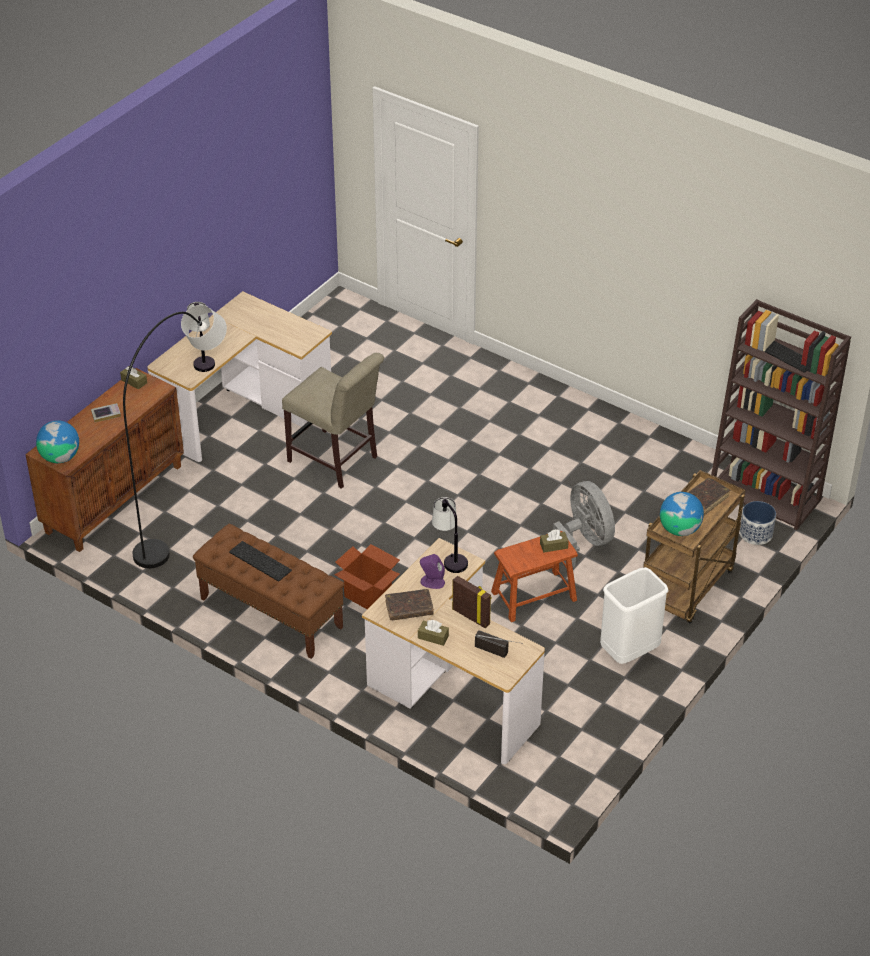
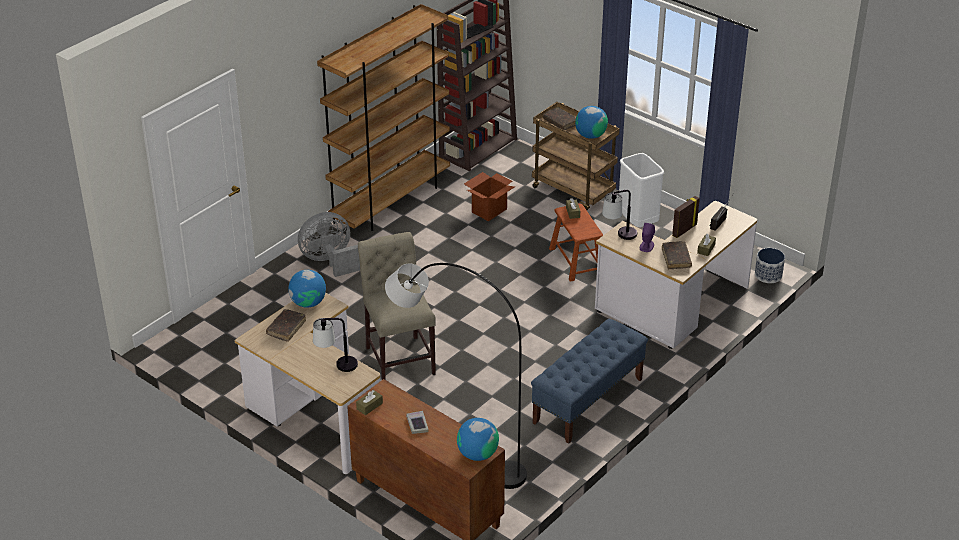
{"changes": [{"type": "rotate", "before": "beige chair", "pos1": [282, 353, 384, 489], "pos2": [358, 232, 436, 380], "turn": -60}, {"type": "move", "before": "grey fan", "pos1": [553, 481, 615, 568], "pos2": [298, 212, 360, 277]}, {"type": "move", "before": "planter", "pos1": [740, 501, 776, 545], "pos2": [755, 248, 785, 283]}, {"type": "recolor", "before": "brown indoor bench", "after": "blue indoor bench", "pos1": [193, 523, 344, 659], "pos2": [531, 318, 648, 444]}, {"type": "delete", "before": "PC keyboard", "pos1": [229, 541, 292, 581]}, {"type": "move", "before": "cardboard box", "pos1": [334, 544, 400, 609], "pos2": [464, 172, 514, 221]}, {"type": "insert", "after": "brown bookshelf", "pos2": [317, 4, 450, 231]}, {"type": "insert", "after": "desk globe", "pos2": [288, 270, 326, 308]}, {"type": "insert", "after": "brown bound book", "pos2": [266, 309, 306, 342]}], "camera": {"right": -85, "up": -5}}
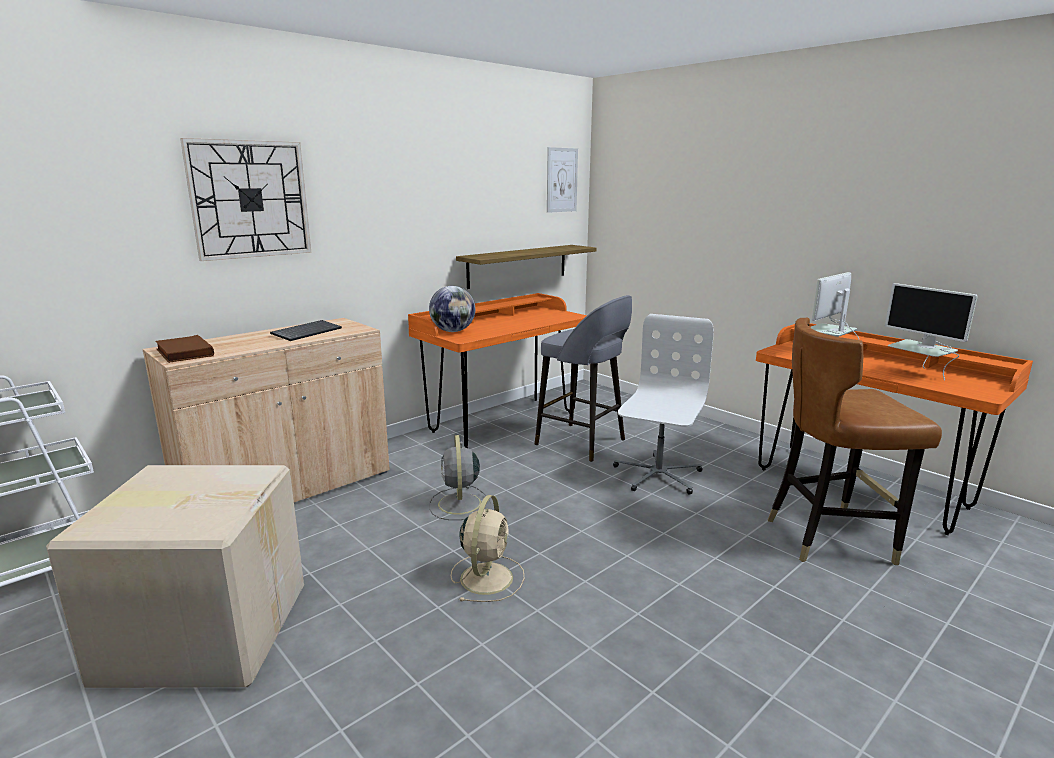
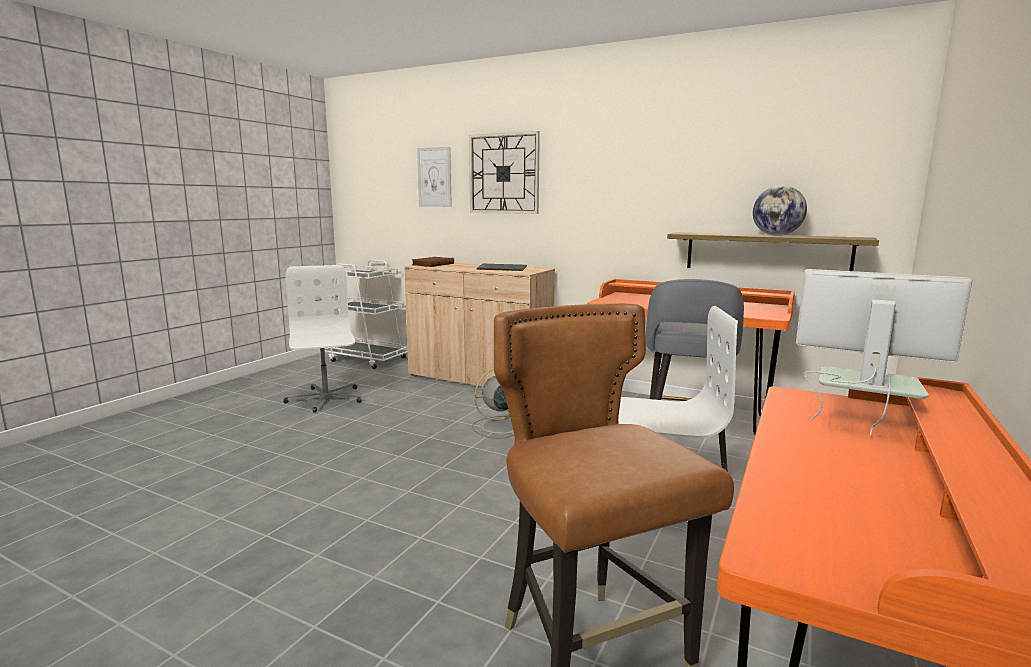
{"changes": [{"type": "move", "before": "wall art", "pos1": [547, 147, 578, 213], "pos2": [417, 147, 452, 207]}, {"type": "delete", "before": "computer screen", "pos1": [885, 283, 978, 380]}, {"type": "move", "before": "desk globe", "pos1": [429, 286, 475, 332], "pos2": [753, 185, 807, 236]}, {"type": "replace", "before": "cardboard box", "after": "white desk chair", "pos1": [46, 465, 304, 688], "pos2": [283, 265, 362, 412]}, {"type": "delete", "before": "beige fan", "pos1": [451, 495, 525, 602]}], "camera": {"right": 70, "up": -5}}
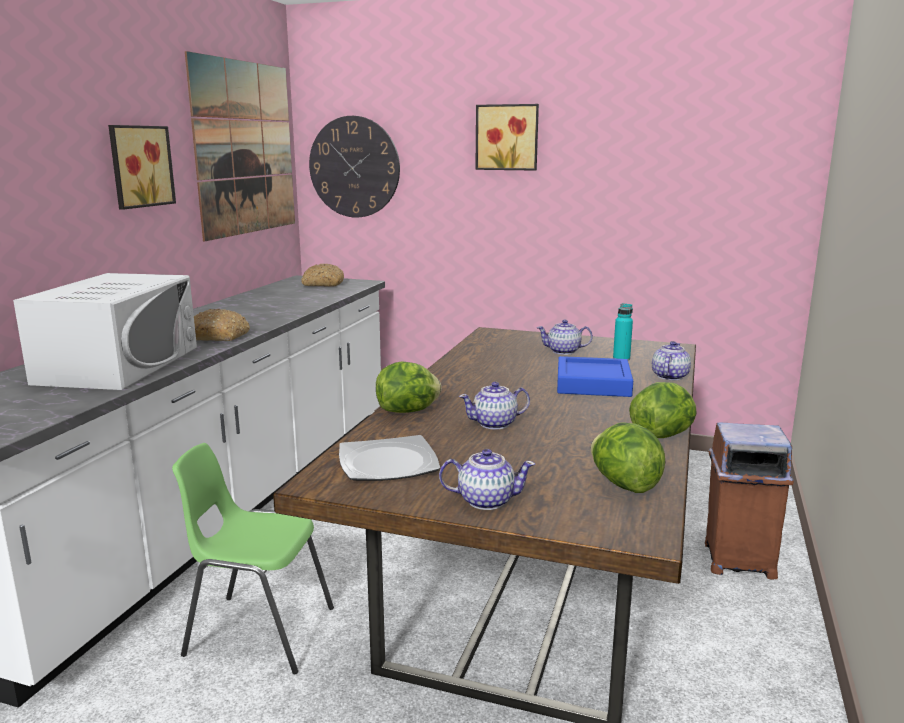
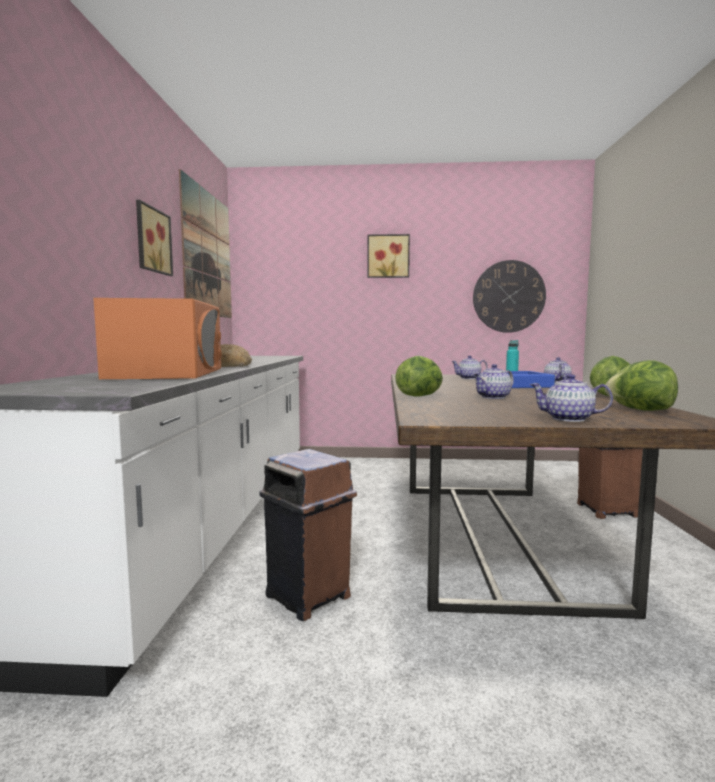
{"changes": [{"type": "move", "before": "wall clock", "pos1": [309, 116, 400, 218], "pos2": [473, 260, 546, 333]}, {"type": "delete", "before": "baked bread", "pos1": [301, 264, 344, 287]}, {"type": "recolor", "before": "white kitchen microwave", "after": "orange kitchen microwave", "pos1": [13, 273, 197, 390], "pos2": [93, 298, 222, 379]}, {"type": "delete", "before": "plate", "pos1": [339, 435, 440, 481]}, {"type": "replace", "before": "green chair", "after": "brown rubbish bin", "pos1": [172, 443, 334, 674], "pos2": [260, 449, 357, 621]}, {"type": "rotate", "before": "pot for tea", "pos1": [439, 449, 535, 510], "pos2": [529, 374, 613, 422], "turn": -150}], "camera": {"right": -15, "up": -10}}
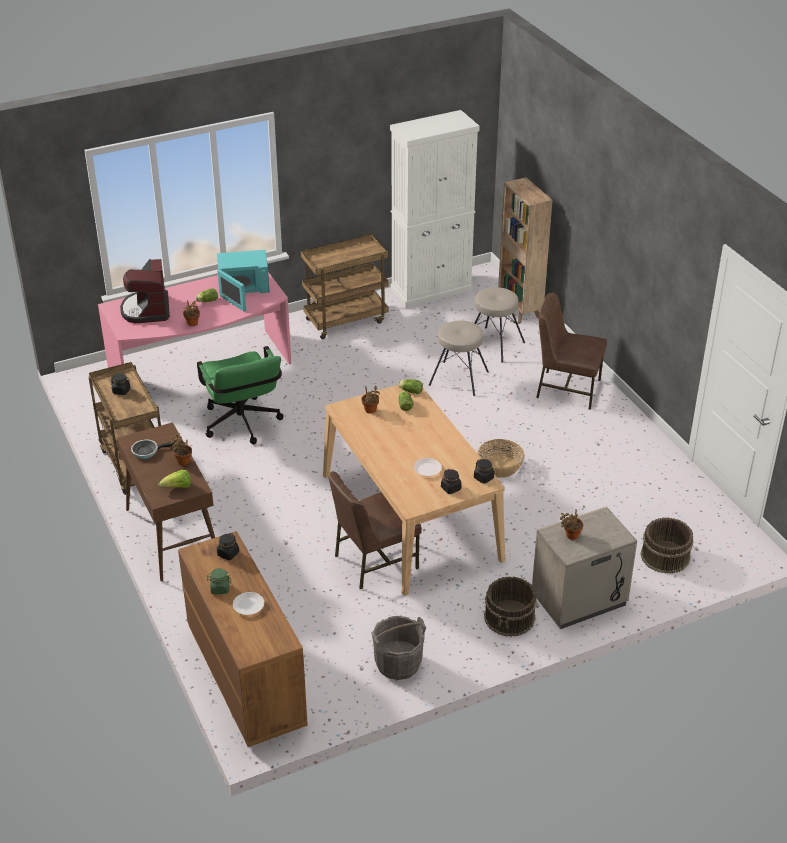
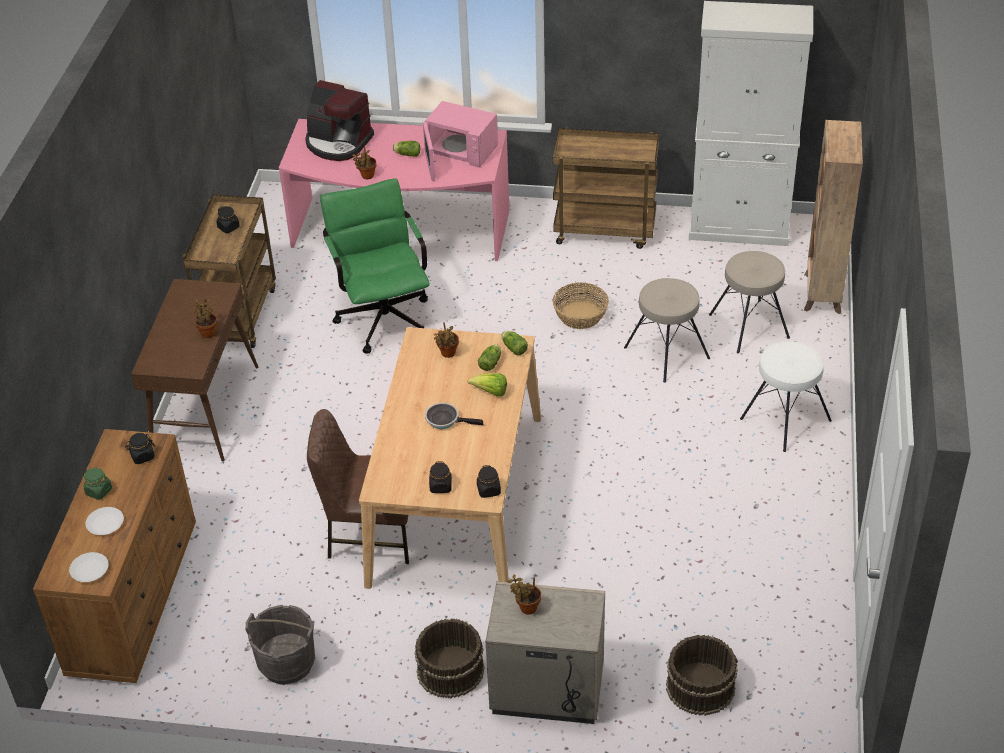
{"changes": [{"type": "recolor", "before": "turquoise kitchen microwave", "after": "pink-coloured kitchen microwave", "pos1": [217, 250, 270, 312], "pos2": [423, 101, 498, 181]}, {"type": "rotate", "before": "coffee maker", "pos1": [120, 259, 170, 323], "pos2": [305, 80, 374, 161], "turn": -90}, {"type": "replace", "before": "brown chair", "after": "white stool seat", "pos1": [536, 293, 607, 410], "pos2": [740, 341, 832, 452]}, {"type": "rotate", "before": "green desk chair", "pos1": [197, 346, 284, 444], "pos2": [320, 178, 430, 354], "turn": 150}, {"type": "move", "before": "storage basket", "pos1": [477, 439, 525, 478], "pos2": [553, 283, 609, 329]}, {"type": "move", "before": "frying pan", "pos1": [131, 440, 177, 459], "pos2": [425, 403, 484, 429]}, {"type": "move", "before": "white plate", "pos1": [414, 458, 442, 476], "pos2": [69, 552, 108, 582]}, {"type": "move", "before": "lettuce", "pos1": [159, 470, 191, 488], "pos2": [468, 373, 507, 397]}], "camera": {"right": 35, "up": 5}}
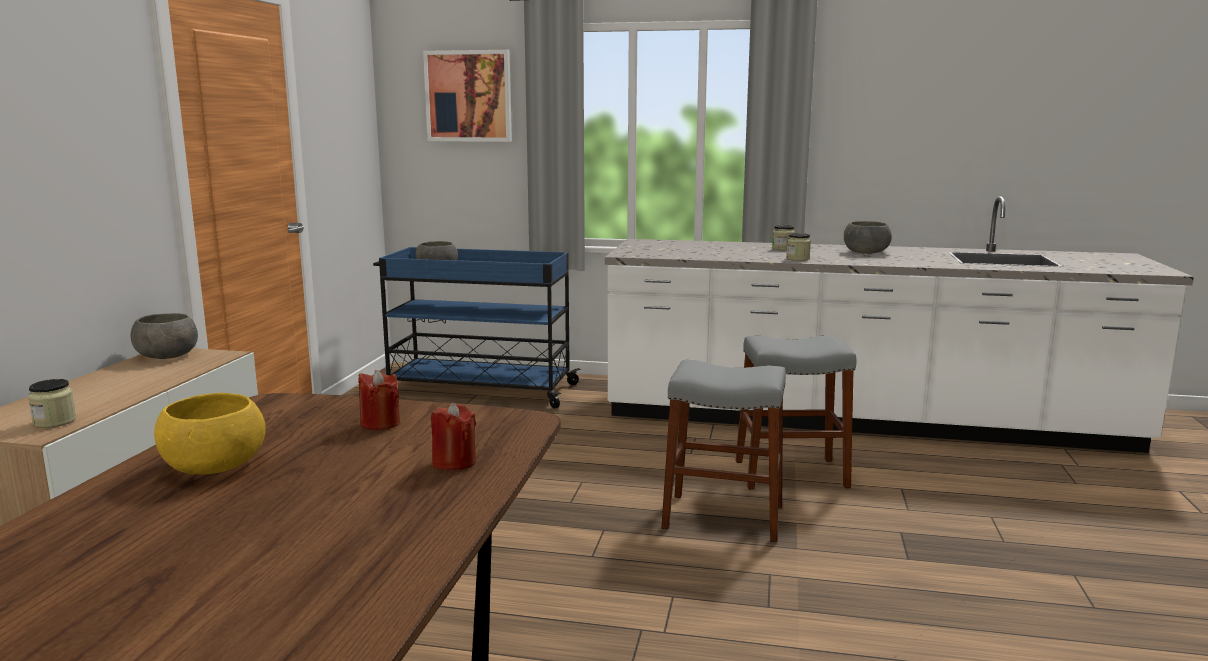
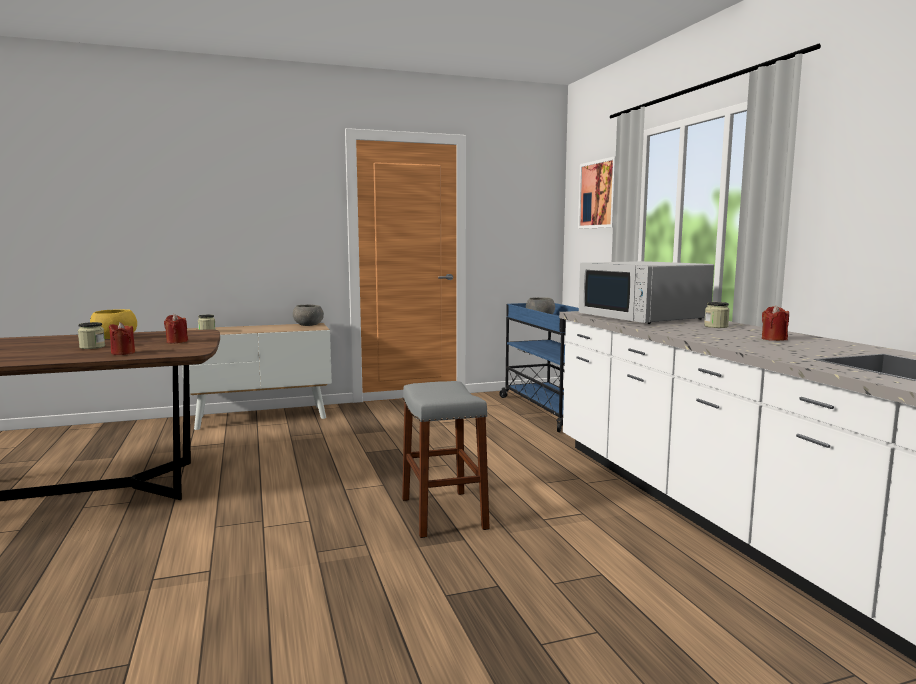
{"changes": [{"type": "replace", "before": "grey deep dish", "after": "red wax candle", "pos1": [844, 221, 892, 254], "pos2": [762, 305, 789, 341]}, {"type": "move", "before": "jar", "pos1": [786, 233, 811, 261], "pos2": [78, 322, 105, 349]}, {"type": "delete", "before": "grey stool seat", "pos1": [736, 335, 856, 490]}, {"type": "insert", "after": "white kitchen microwave", "pos2": [579, 261, 714, 324]}], "camera": {"right": 60, "up": -5}}
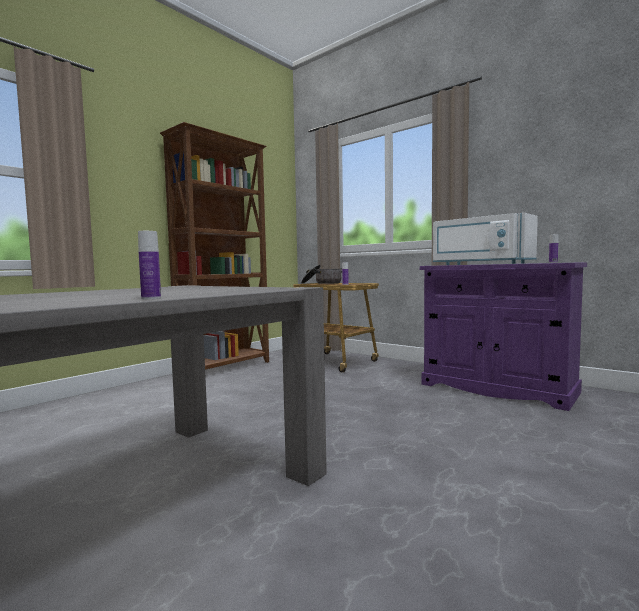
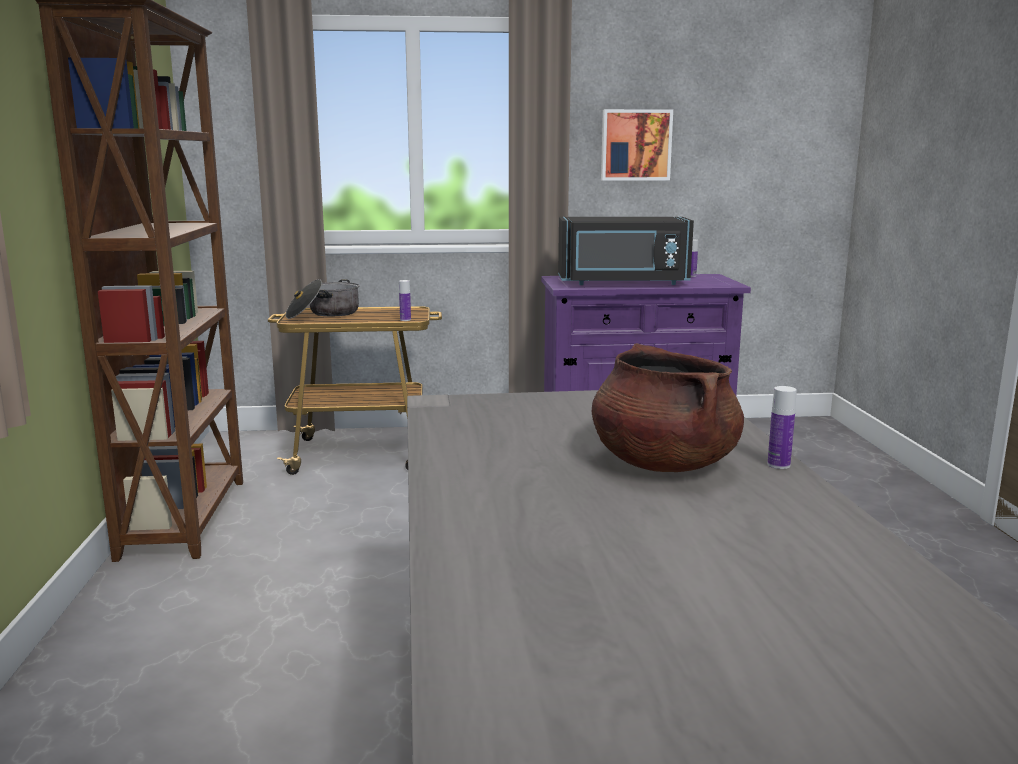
{"changes": [{"type": "recolor", "before": "white kitchen microwave", "after": "black-coloured kitchen microwave", "pos1": [433, 213, 538, 265], "pos2": [558, 217, 694, 285]}, {"type": "insert", "after": "wall art", "pos2": [601, 109, 673, 181]}, {"type": "insert", "after": "brown stockpot", "pos2": [592, 343, 744, 472]}], "camera": {"right": -45, "up": 10}}
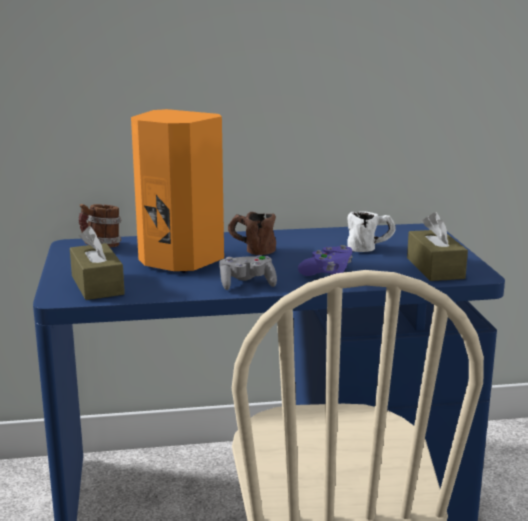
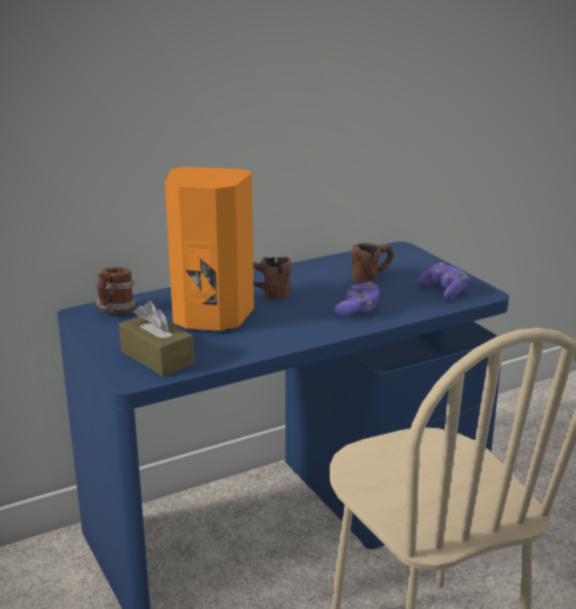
{"changes": [{"type": "recolor", "before": "white mug", "after": "brown mug", "pos1": [347, 211, 396, 252], "pos2": [351, 243, 393, 283]}, {"type": "replace", "before": "brown box of tissues", "after": "purple game controller", "pos1": [407, 212, 468, 281], "pos2": [418, 263, 469, 300]}, {"type": "delete", "before": "grey game controller", "pos1": [219, 255, 277, 290]}], "camera": {"right": -20, "up": 5}}
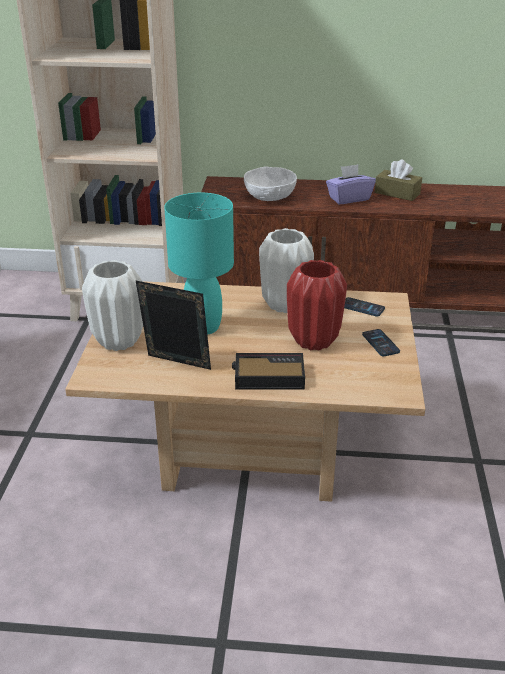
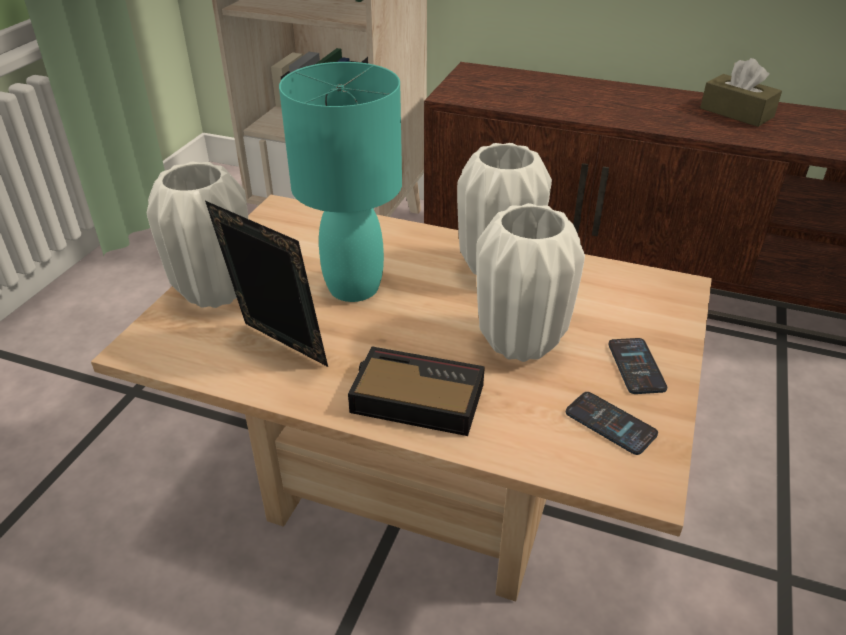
{"changes": [{"type": "delete", "before": "purple box of tissues", "pos1": [326, 164, 376, 204]}, {"type": "delete", "before": "white deep dish", "pos1": [244, 167, 297, 201]}, {"type": "recolor", "before": "red flower vase", "after": "white flower vase", "pos1": [287, 260, 347, 350], "pos2": [476, 203, 585, 362]}, {"type": "move", "before": "handset", "pos1": [344, 297, 385, 317], "pos2": [566, 392, 658, 455]}], "camera": {"right": 15, "up": 5}}
